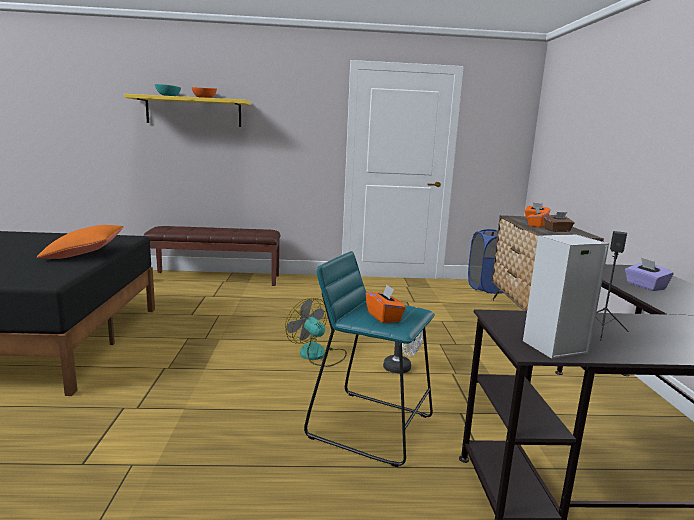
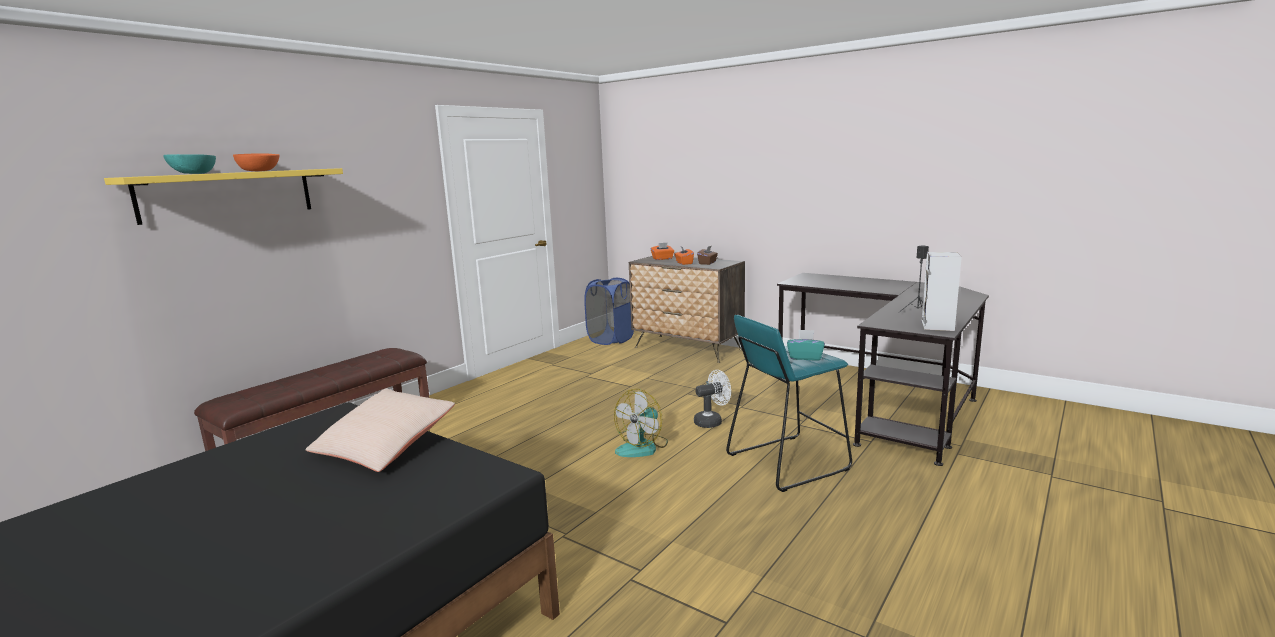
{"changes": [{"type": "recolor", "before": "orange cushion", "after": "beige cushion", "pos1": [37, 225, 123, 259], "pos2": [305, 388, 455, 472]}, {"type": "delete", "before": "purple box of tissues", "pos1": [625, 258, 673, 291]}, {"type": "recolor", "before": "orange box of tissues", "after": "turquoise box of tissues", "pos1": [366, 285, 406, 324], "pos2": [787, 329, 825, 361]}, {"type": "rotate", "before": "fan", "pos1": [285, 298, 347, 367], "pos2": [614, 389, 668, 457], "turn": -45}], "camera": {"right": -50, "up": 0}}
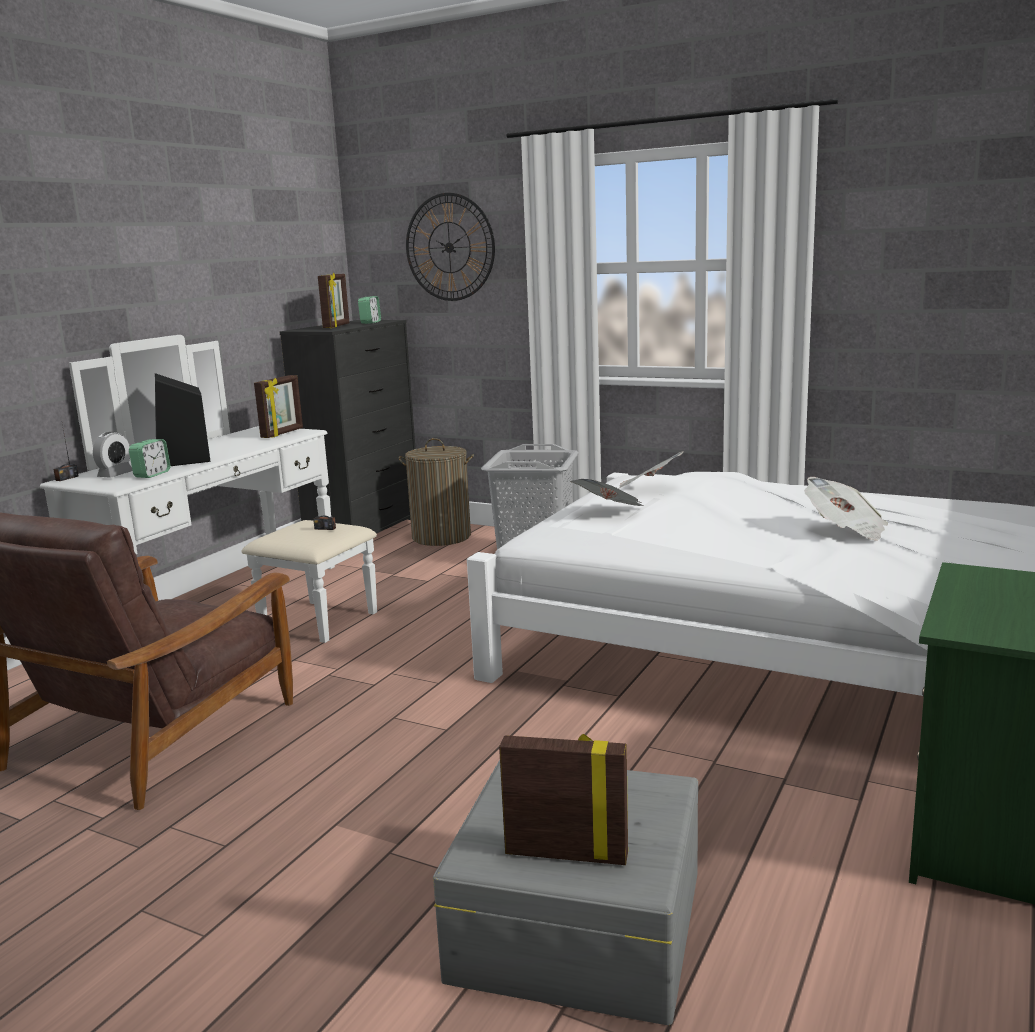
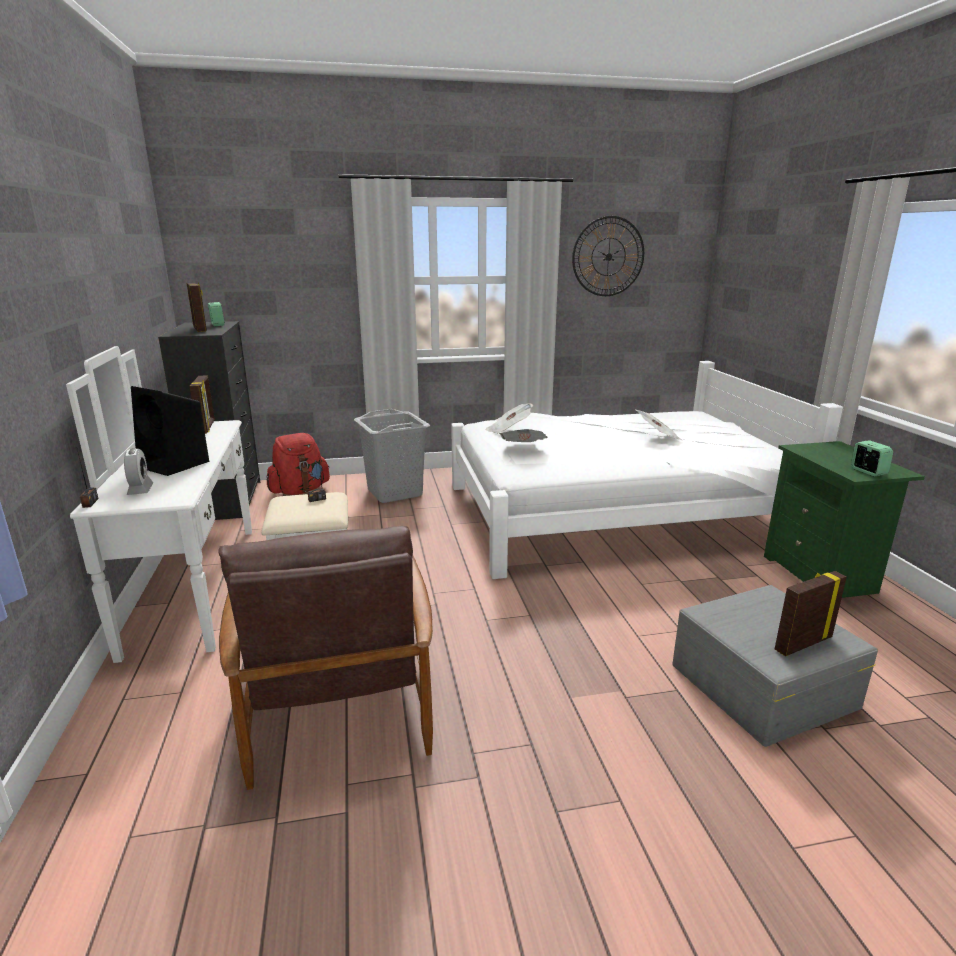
{"changes": [{"type": "move", "before": "wall clock", "pos1": [406, 193, 495, 301], "pos2": [572, 216, 644, 296]}, {"type": "replace", "before": "hamper", "after": "red knapsack", "pos1": [399, 438, 474, 546], "pos2": [267, 433, 330, 495]}, {"type": "move", "before": "table clock", "pos1": [129, 439, 170, 478], "pos2": [851, 440, 893, 476]}], "camera": {"right": -40, "up": 5}}
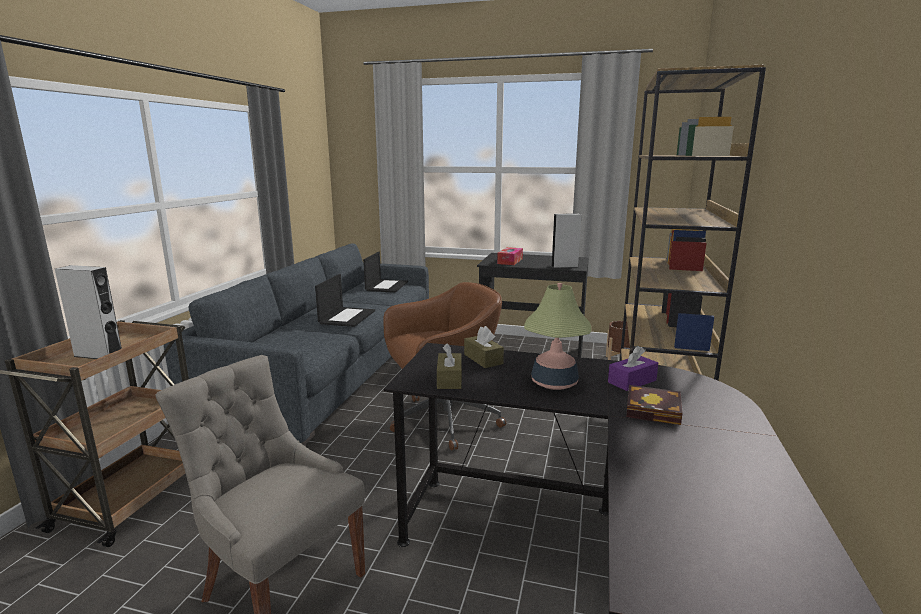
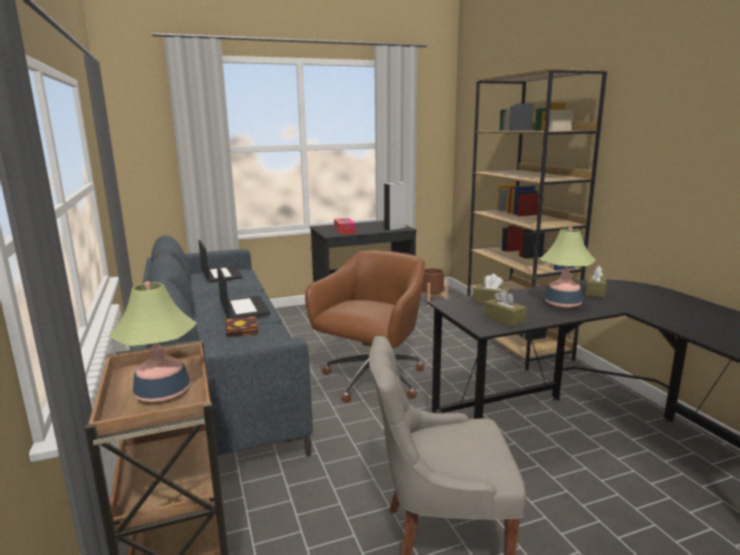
{"changes": [{"type": "replace", "before": "grey loudspeaker", "after": "lamp for a table", "pos1": [55, 265, 122, 359], "pos2": [108, 281, 197, 402]}, {"type": "recolor", "before": "purple box of tissues", "after": "brown box of tissues", "pos1": [608, 346, 658, 391], "pos2": [586, 266, 606, 298]}, {"type": "move", "before": "bound book", "pos1": [626, 385, 683, 425], "pos2": [225, 316, 258, 338]}], "camera": {"right": -35, "up": 0}}
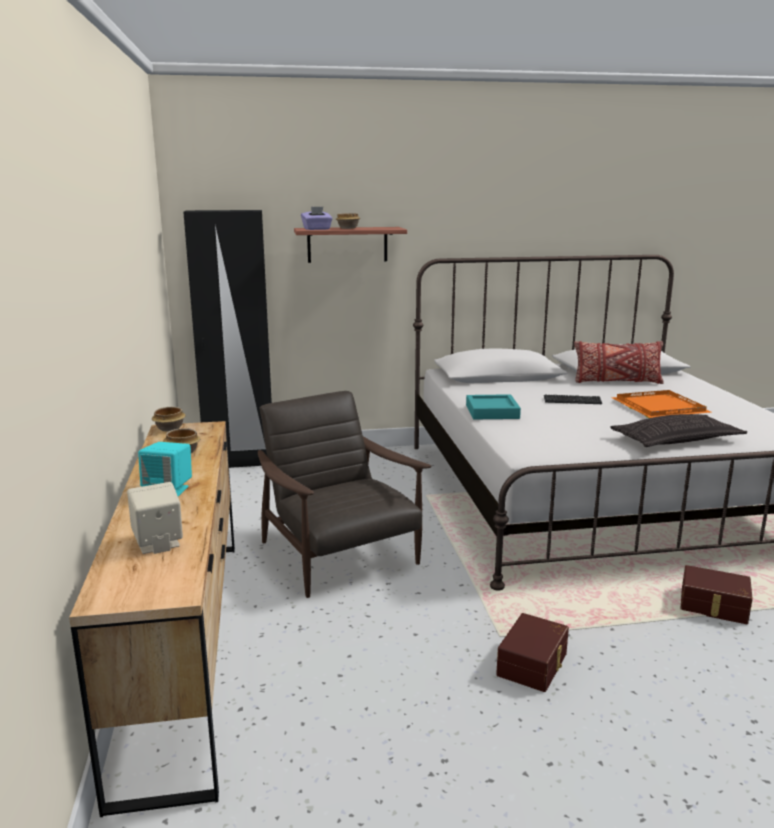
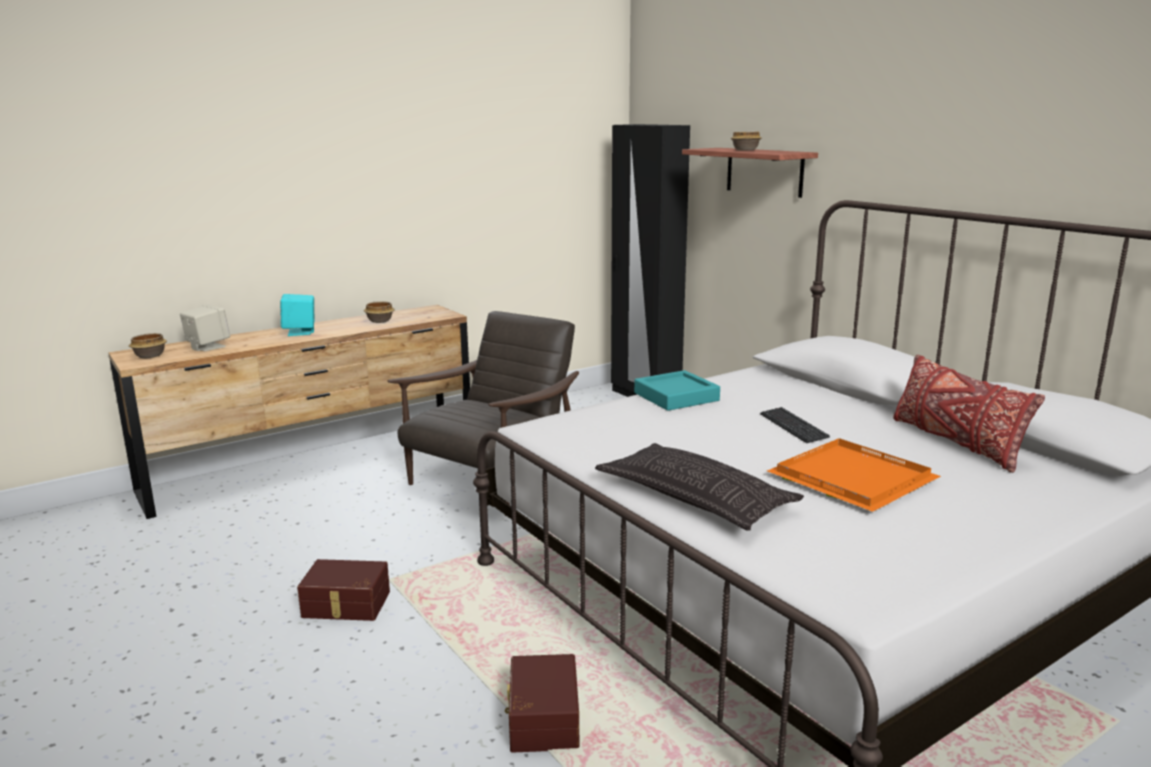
{"changes": [{"type": "delete", "before": "purple box of tissues", "pos1": [301, 207, 333, 230]}, {"type": "move", "before": "deep dish", "pos1": [152, 407, 186, 432], "pos2": [129, 333, 167, 358]}], "camera": {"right": 65, "up": 0}}
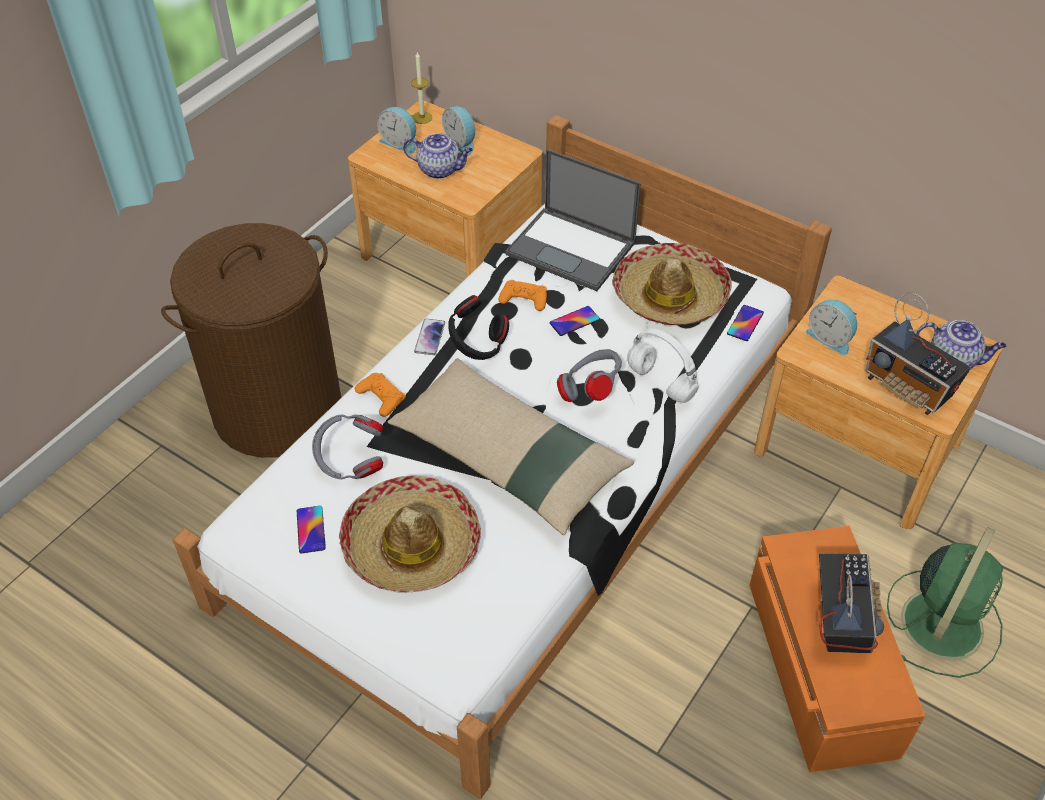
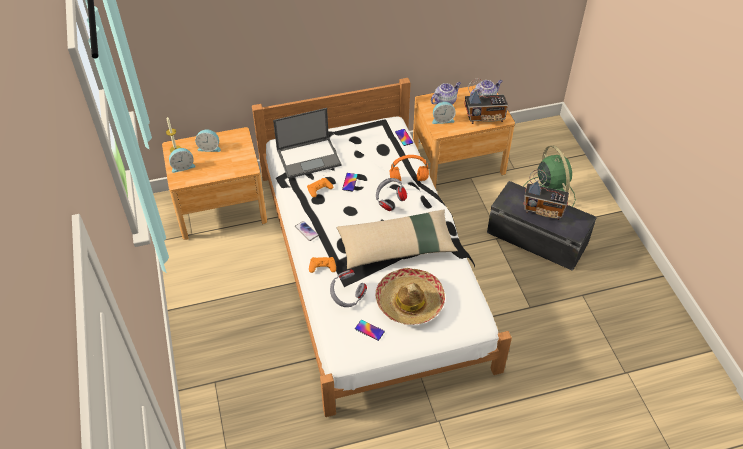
{"changes": [{"type": "move", "before": "pot for tea", "pos1": [403, 133, 473, 179], "pos2": [431, 82, 461, 104]}, {"type": "delete", "before": "brown hamper", "pos1": [161, 223, 341, 458]}, {"type": "delete", "before": "clothing hat", "pos1": [612, 243, 732, 325]}, {"type": "delete", "before": "black-coloured headset", "pos1": [448, 295, 509, 360]}, {"type": "recolor", "before": "white headset", "after": "orange headset", "pos1": [627, 329, 699, 403], "pos2": [390, 155, 429, 181]}, {"type": "recolor", "before": "orange storage container", "after": "black-coloured storage container", "pos1": [749, 526, 926, 773], "pos2": [487, 181, 597, 271]}, {"type": "rotate", "before": "radio", "pos1": [819, 553, 884, 653], "pos2": [524, 170, 569, 220], "turn": 150}], "camera": {"right": -50, "up": 0}}
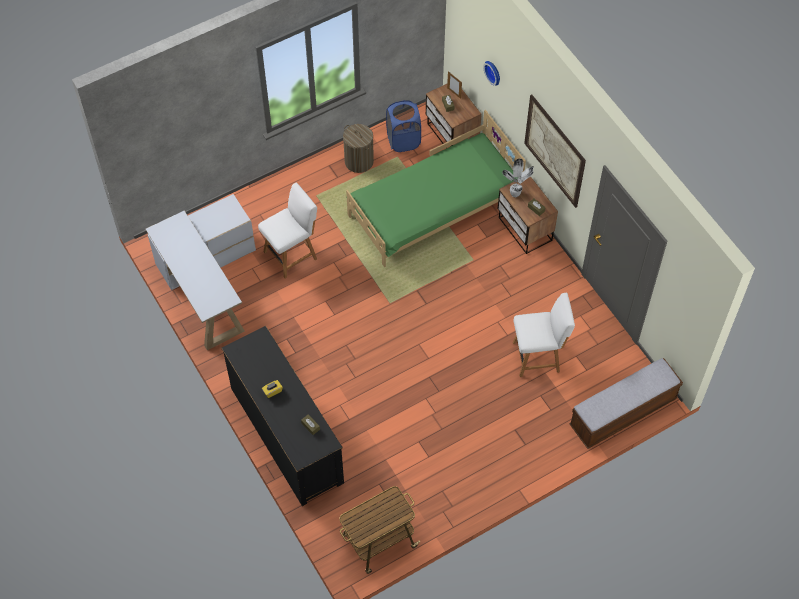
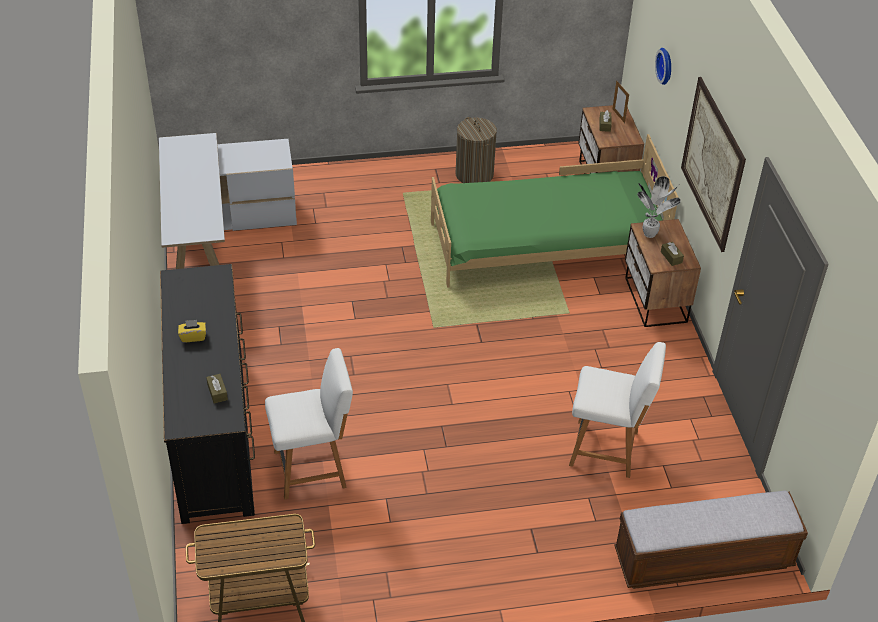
{"changes": [{"type": "delete", "before": "blue hamper", "pos1": [386, 100, 421, 152]}, {"type": "move", "before": "white chair", "pos1": [258, 183, 317, 278], "pos2": [265, 348, 353, 499]}], "camera": {"right": 20, "up": -15}}
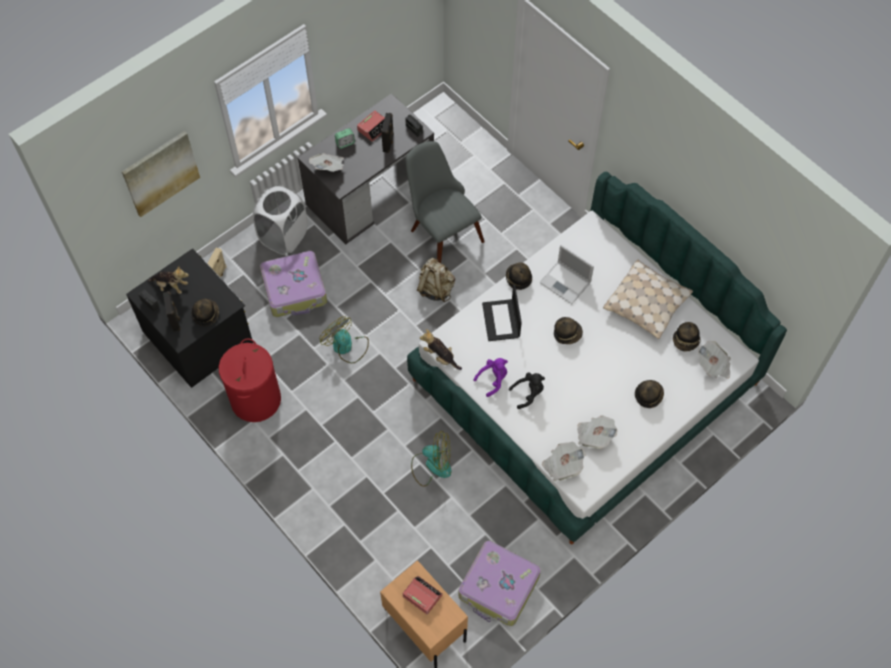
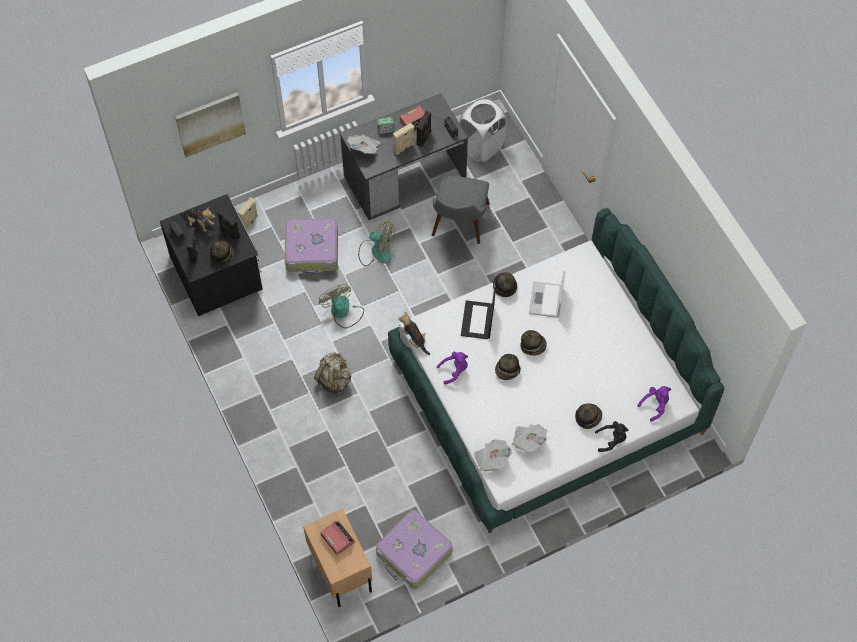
{"changes": [{"type": "rotate", "before": "grey chair", "pos1": [406, 141, 485, 263], "pos2": [432, 175, 490, 244], "turn": -150}, {"type": "move", "before": "white hamper", "pos1": [253, 185, 308, 255], "pos2": [459, 98, 507, 162]}, {"type": "rotate", "before": "notebook computer", "pos1": [539, 245, 594, 304], "pos2": [529, 271, 565, 318], "turn": 45}, {"type": "move", "before": "beige knapsack", "pos1": [417, 258, 455, 303], "pos2": [314, 352, 351, 396]}, {"type": "delete", "before": "beige cushion", "pos1": [603, 260, 693, 339]}, {"type": "move", "before": "clothing hat", "pos1": [673, 322, 701, 351], "pos2": [495, 354, 521, 380]}, {"type": "delete", "before": "red hamper", "pos1": [219, 338, 281, 422]}, {"type": "replace", "before": "daily paper", "after": "purple plush toy", "pos1": [698, 341, 731, 379], "pos2": [637, 386, 671, 422]}, {"type": "move", "before": "black-coloured plush toy", "pos1": [509, 372, 545, 409], "pos2": [595, 421, 628, 452]}, {"type": "move", "before": "fan", "pos1": [411, 431, 452, 487], "pos2": [358, 221, 395, 266]}, {"type": "insert", "after": "beige loudspeaker", "pos2": [393, 123, 414, 155]}, {"type": "insert", "after": "black-coloured loudspeaker", "pos2": [217, 208, 240, 241]}], "camera": {"right": 15, "up": 0}}
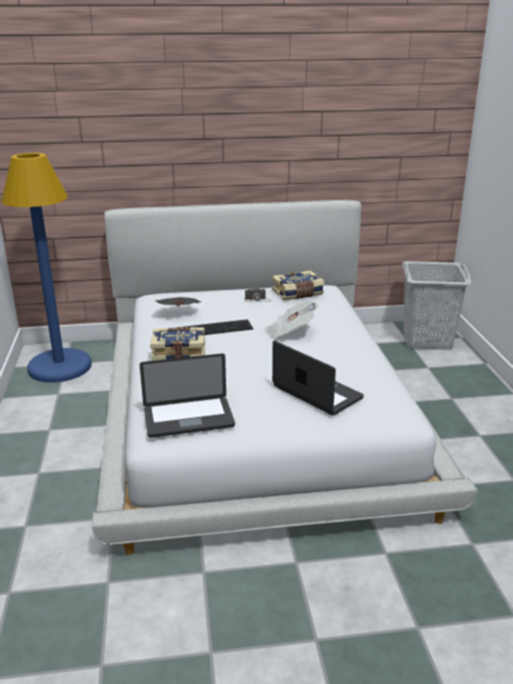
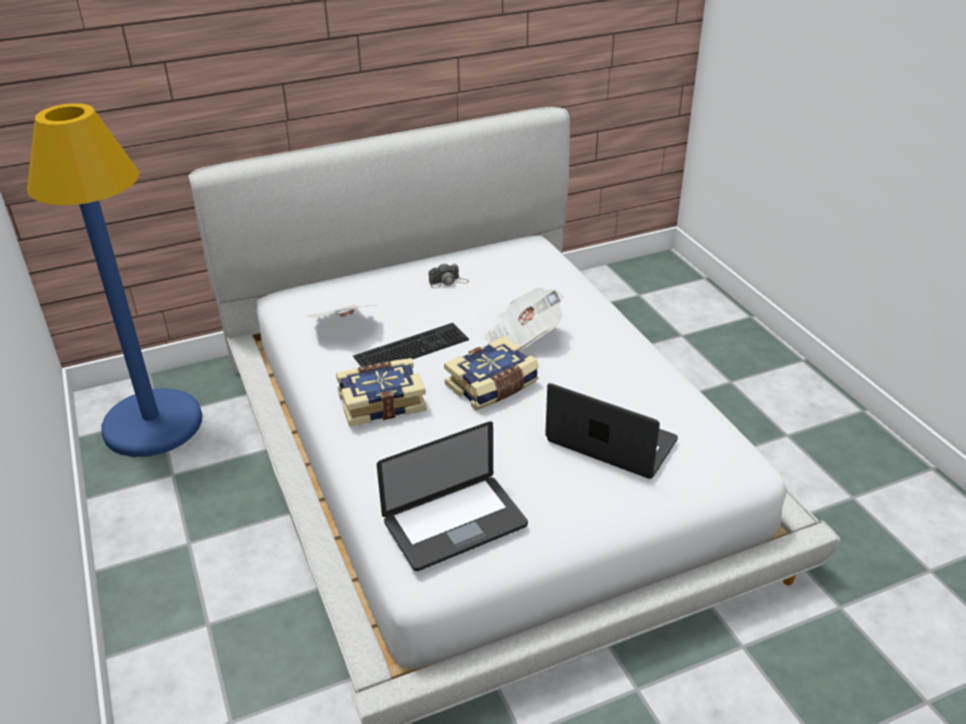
{"changes": [{"type": "delete", "before": "grey hamper", "pos1": [402, 261, 472, 350]}, {"type": "move", "before": "bound book", "pos1": [272, 270, 324, 300], "pos2": [444, 336, 539, 410]}], "camera": {"right": -15, "up": 10}}
